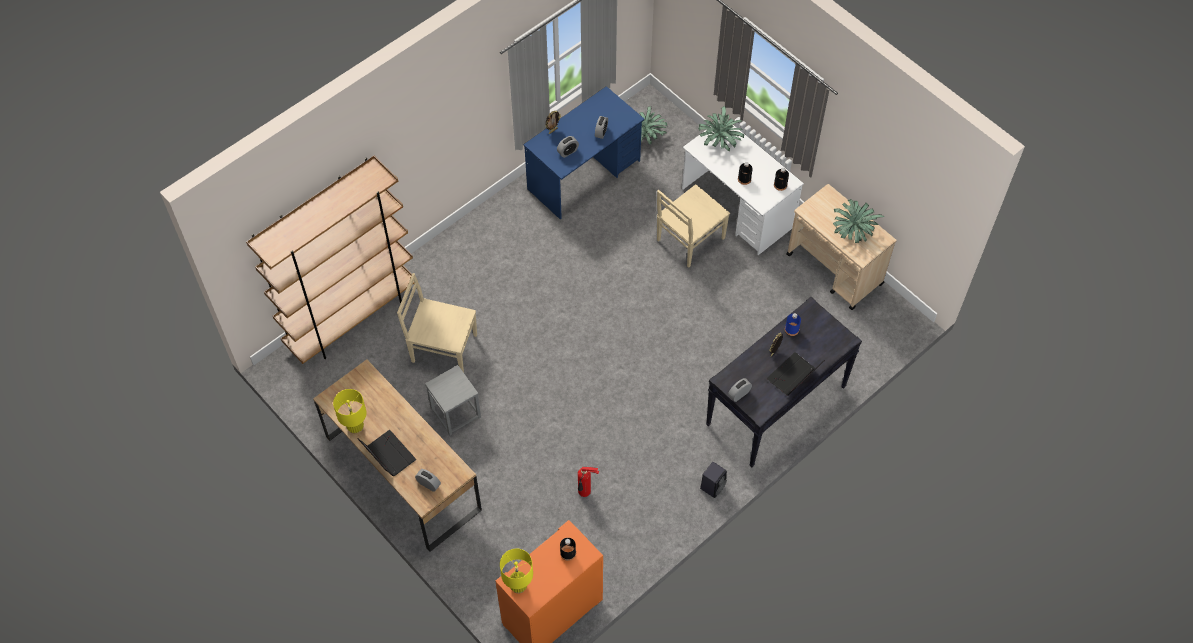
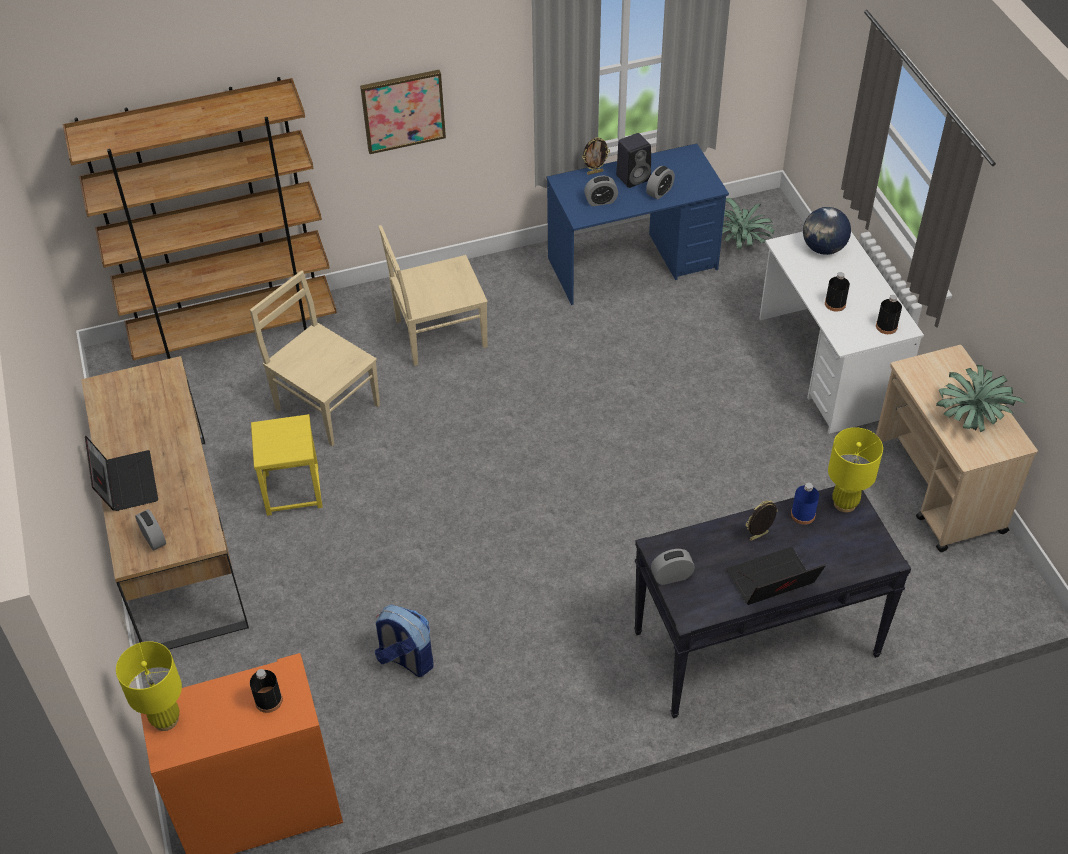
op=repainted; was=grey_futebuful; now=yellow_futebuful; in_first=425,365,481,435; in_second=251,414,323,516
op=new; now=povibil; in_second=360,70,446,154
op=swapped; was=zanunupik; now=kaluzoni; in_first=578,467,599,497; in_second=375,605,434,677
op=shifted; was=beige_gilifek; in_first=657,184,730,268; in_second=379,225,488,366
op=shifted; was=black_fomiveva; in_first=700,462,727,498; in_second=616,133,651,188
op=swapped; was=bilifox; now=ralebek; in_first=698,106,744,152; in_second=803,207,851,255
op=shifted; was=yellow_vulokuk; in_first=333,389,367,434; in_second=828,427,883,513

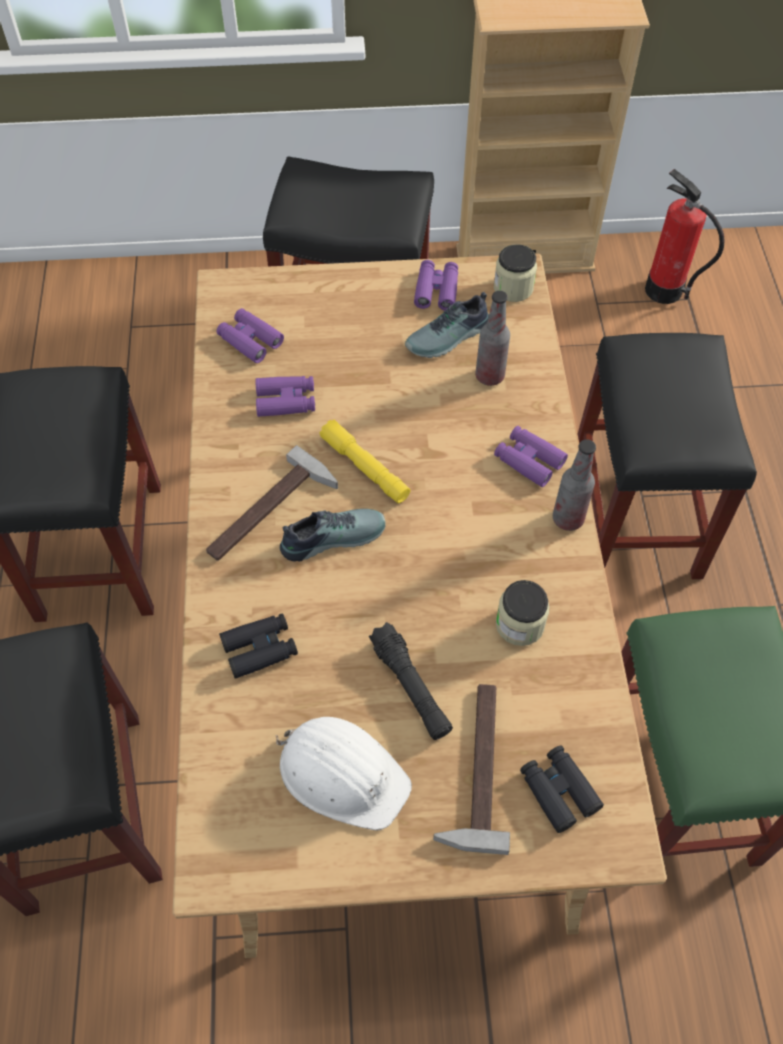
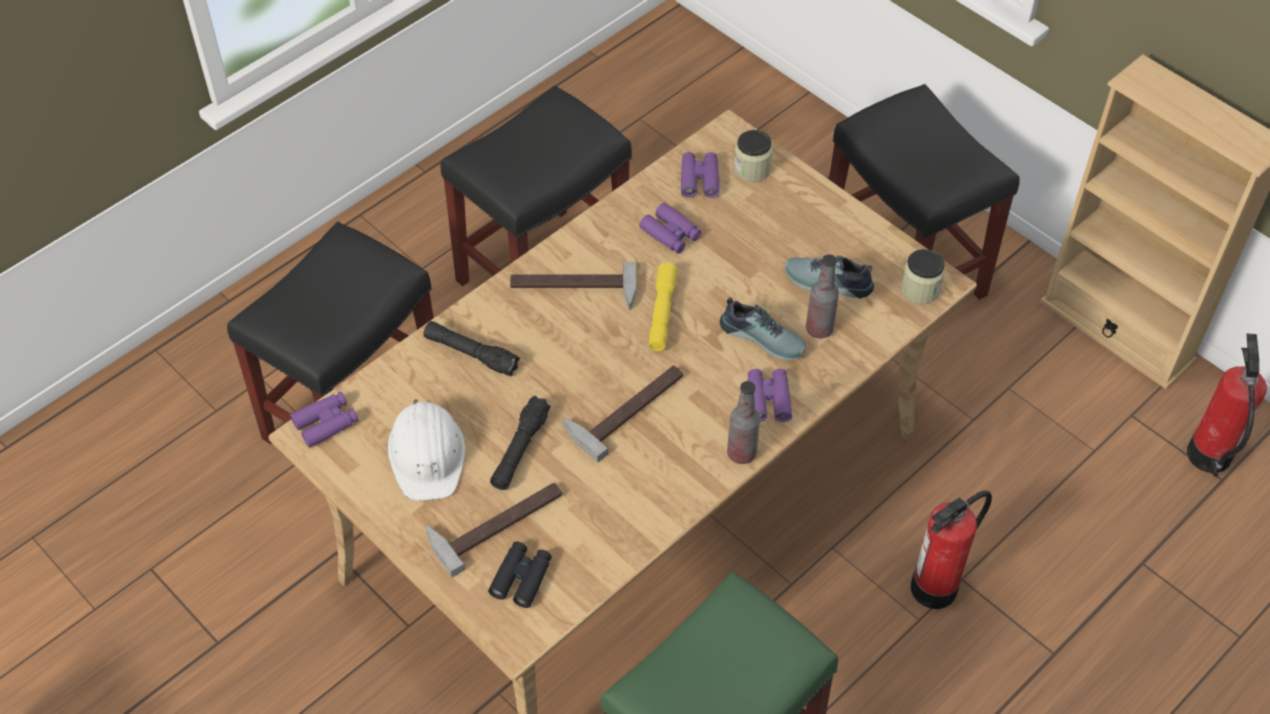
op=shifted; was=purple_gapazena; in_first=414,260,458,311; in_second=290,392,359,448
op=swapped; was=black_gapazena; now=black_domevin; in_first=219,613,298,679; in_second=423,321,520,376
op=new; now=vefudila; in_second=563,366,683,462
op=shifted; was=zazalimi; in_first=280,509,386,562; in_second=720,297,806,361
op=shifted; was=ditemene; in_first=496,580,550,646; in_second=734,130,773,182
op=swapped; was=black_futebuful; now=zanunupik; in_first=577,333,757,579; in_second=911,491,992,609

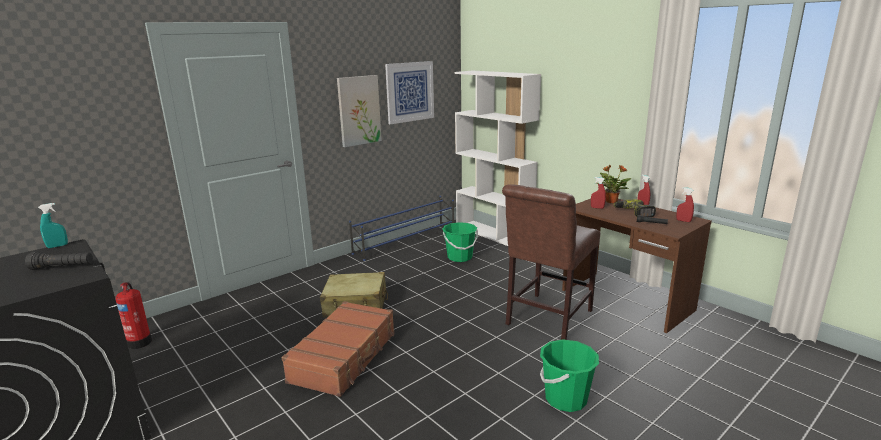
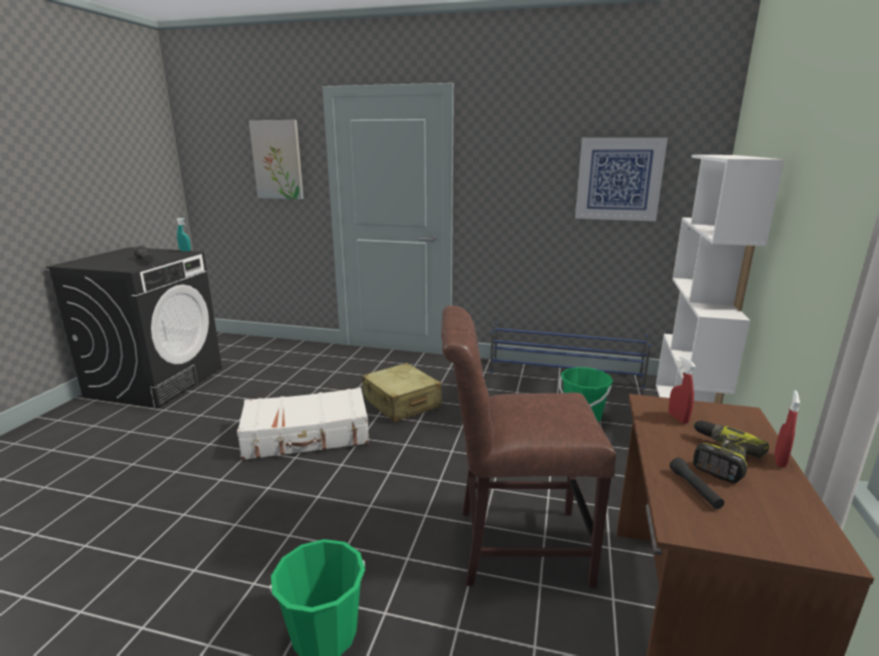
op=repainted; was=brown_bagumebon; now=white_bagumebon; in_first=282,301,395,397; in_second=237,387,369,460
op=shifted; was=povibil; in_first=337,75,382,147; in_second=249,120,304,199
op=gone; was=zanunupik; in_first=115,282,152,349
op=gone; was=bilifox; in_first=596,165,631,203
op=gone; was=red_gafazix; in_first=676,187,694,222

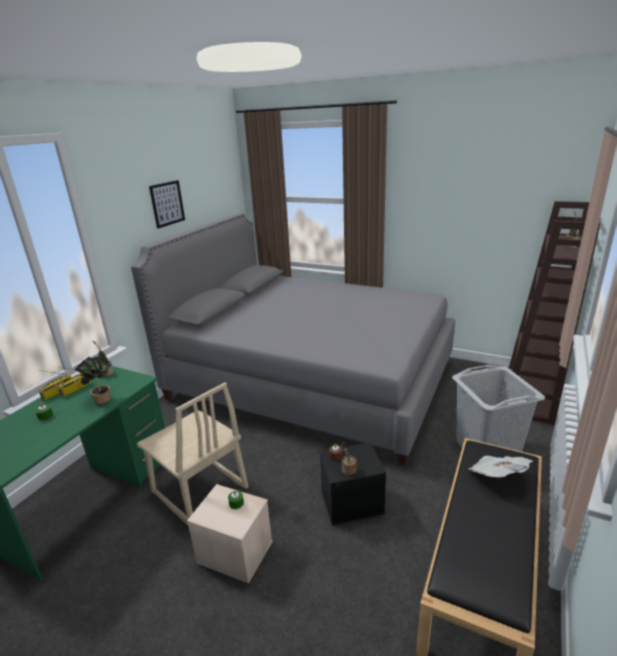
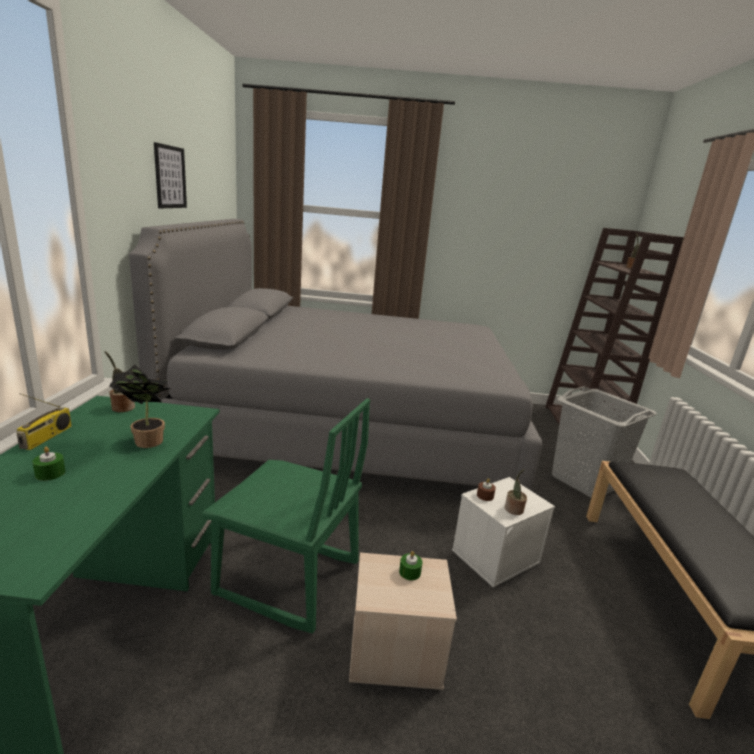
op=repainted; was=beige_gilifek; now=green_gilifek; in_first=137,382,249,525; in_second=202,398,370,634
op=repainted; was=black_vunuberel; now=white_vunuberel; in_first=319,442,386,525; in_second=452,477,555,588
op=gone; was=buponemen; in_first=58,367,92,396
op=gone; was=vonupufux; in_first=469,455,533,477

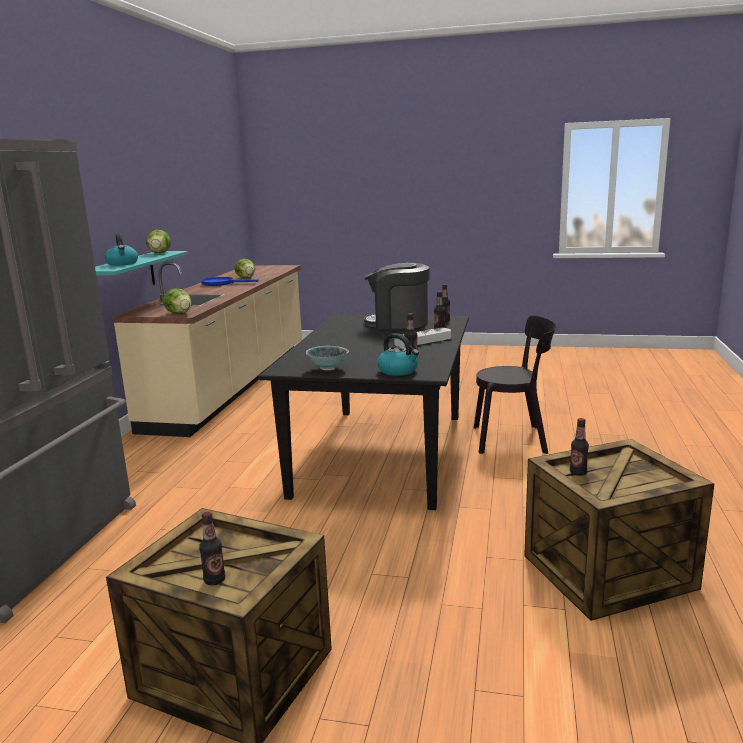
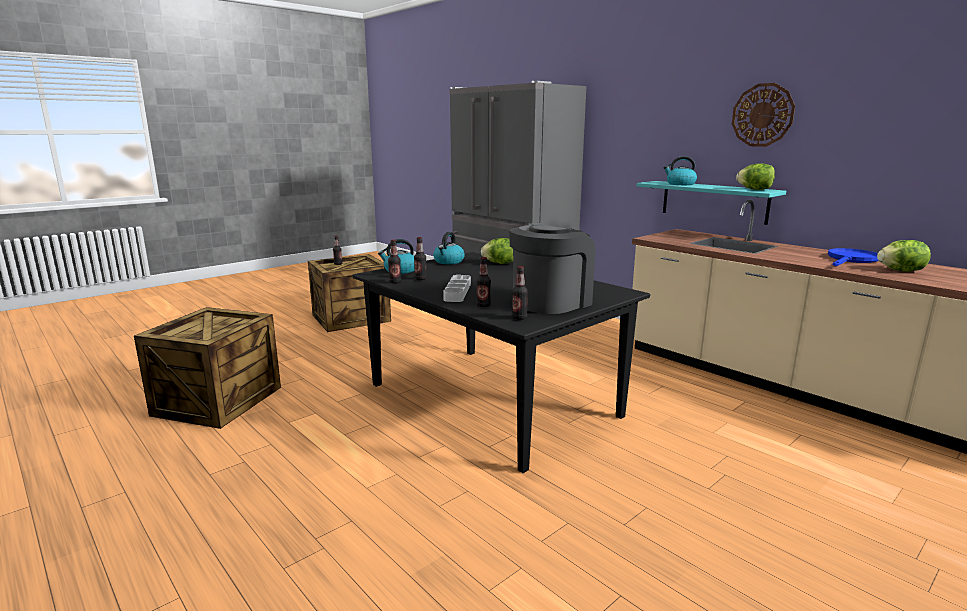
op=shifted; was=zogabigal; in_first=570,418,589,476; in_second=388,240,401,284
op=swapped; was=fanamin; now=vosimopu; in_first=306,346,349,371; in_second=433,232,465,264
op=shifted; was=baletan; in_first=163,289,192,314; in_second=481,238,513,264
op=new; now=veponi; in_second=732,83,795,147
op=gone; was=black_gilifek; in_first=474,315,557,454

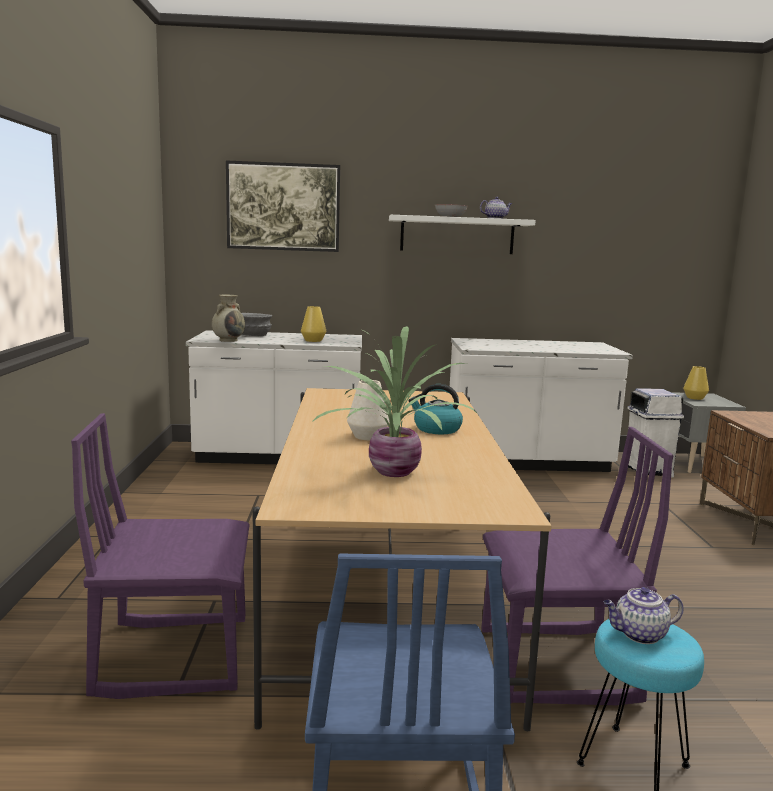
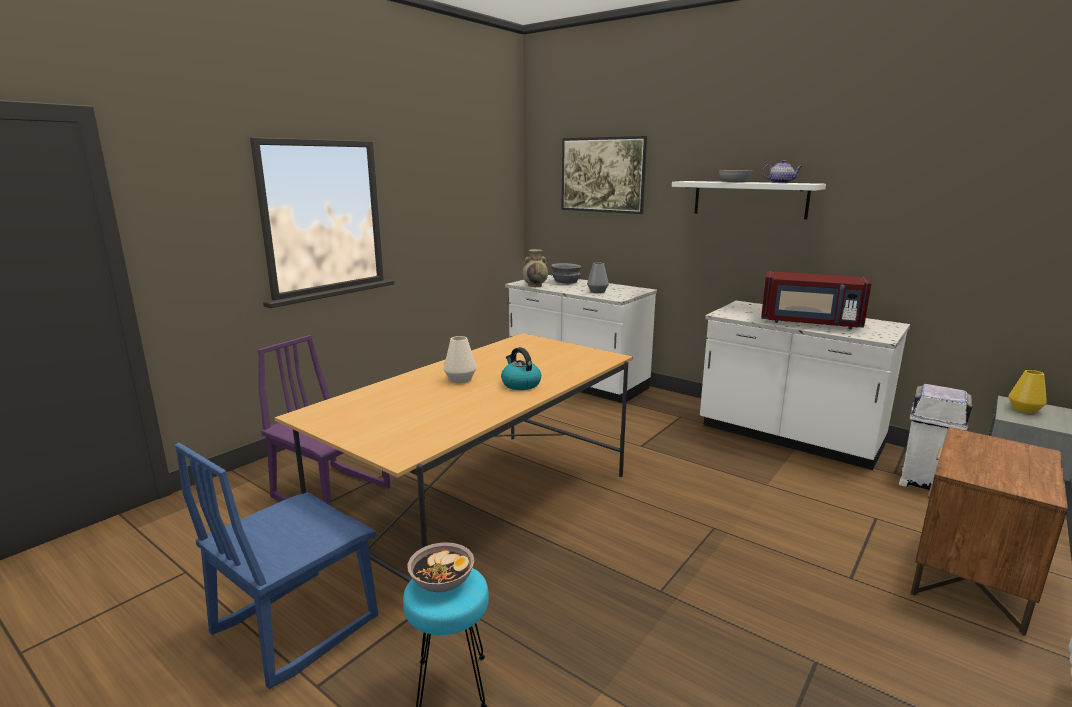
op=swapped; was=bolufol; now=fanamin; in_first=604,587,684,644; in_second=407,542,475,592
op=repainted; was=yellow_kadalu; now=grey_kadalu; in_first=301,306,327,342; in_second=587,263,609,293
op=new; now=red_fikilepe; in_second=761,271,871,329
op=gone; was=bilifox; in_first=312,326,478,477
op=gone; was=purple_gilifek; in_first=481,427,674,705

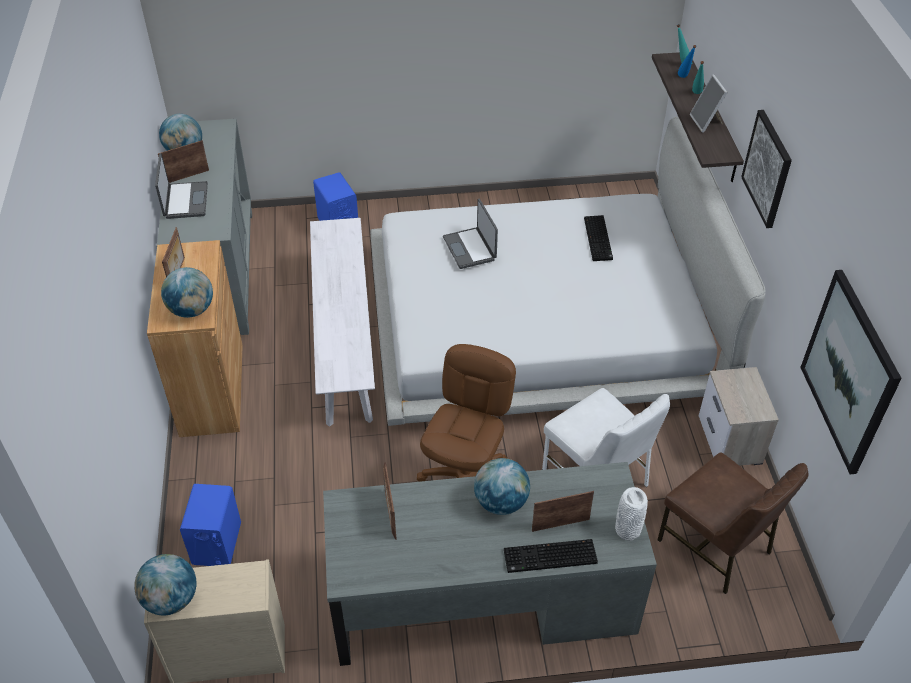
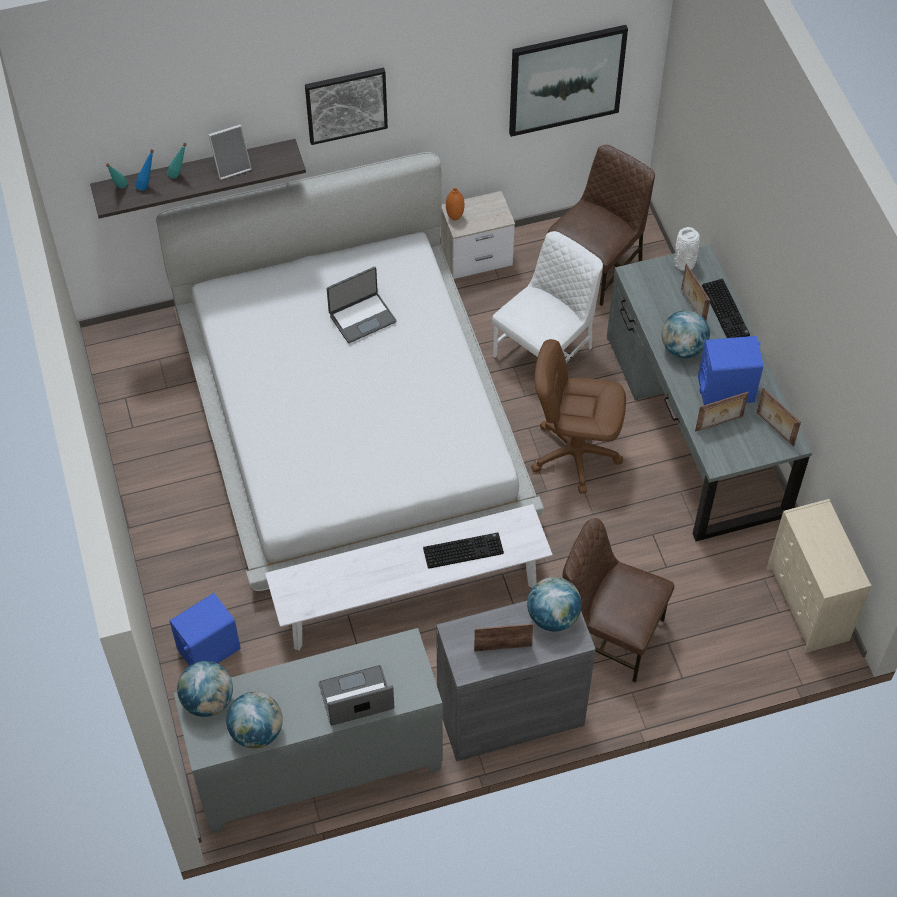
op=shifted; was=ralebek; in_first=134,554,196,616; in_second=177,661,233,717
op=shifted; was=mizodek; in_first=443,199,498,269; in_second=327,267,397,343
op=shifted; was=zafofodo; in_first=584,215,613,261; in_second=423,533,504,569
op=repainted; was=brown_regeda; now=grey_regeda; in_first=147,240,243,437; in_second=436,600,596,761
op=new; now=orange_kadalu; in_second=446,188,464,221
op=new; now=brown_gilifek; in_second=562,518,674,682
op=shifted; was=blue_fomiveva; in_first=180,484,241,566; in_second=698,336,763,405
op=shifted; was=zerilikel; in_first=158,140,209,183; in_second=757,388,801,446

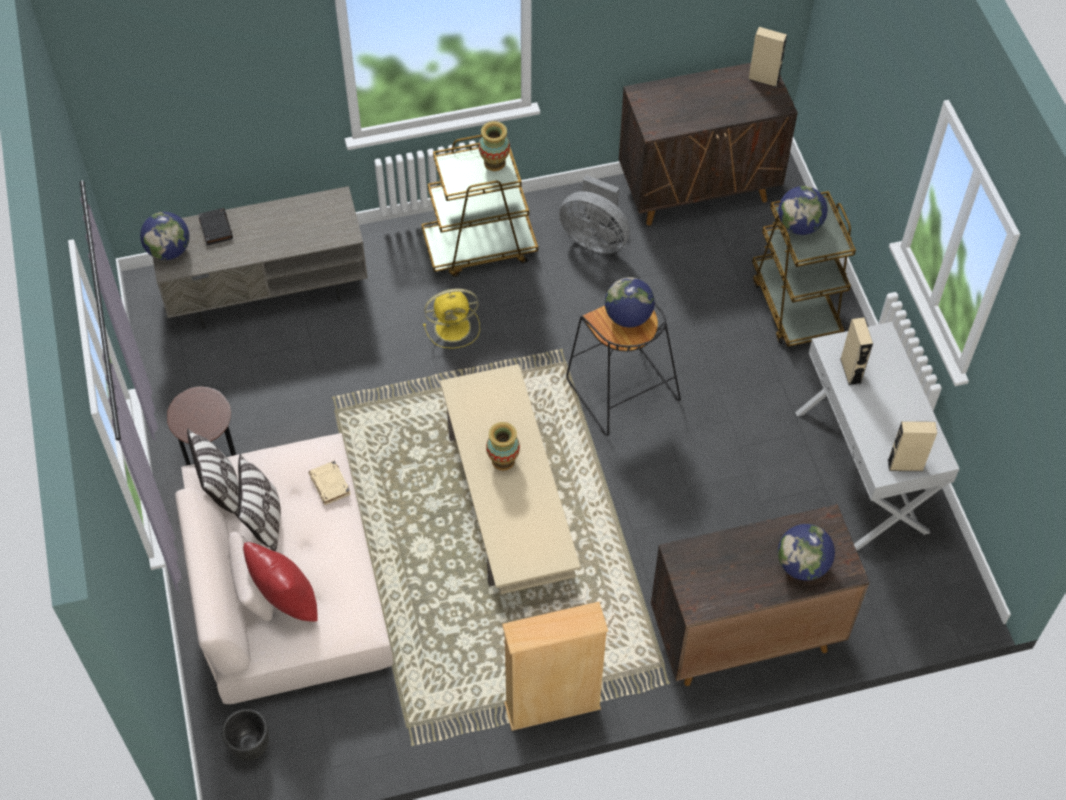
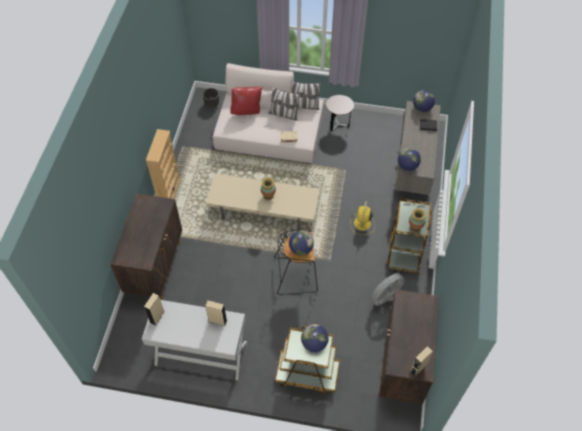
op=shifted; was=ralebek; in_first=778,524,835,580; in_second=398,148,421,171

